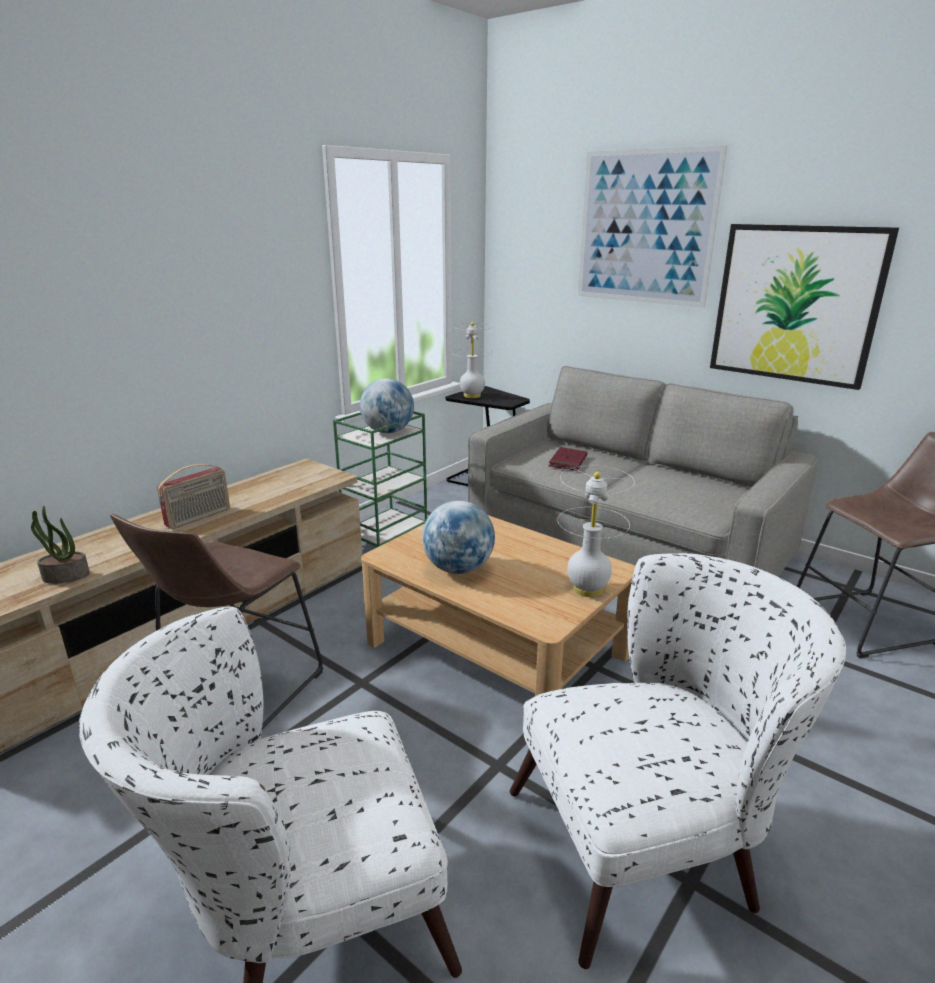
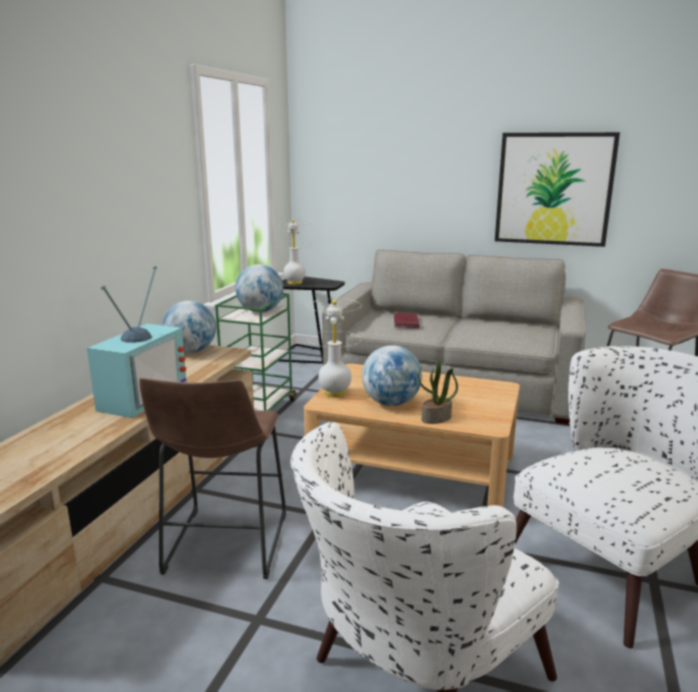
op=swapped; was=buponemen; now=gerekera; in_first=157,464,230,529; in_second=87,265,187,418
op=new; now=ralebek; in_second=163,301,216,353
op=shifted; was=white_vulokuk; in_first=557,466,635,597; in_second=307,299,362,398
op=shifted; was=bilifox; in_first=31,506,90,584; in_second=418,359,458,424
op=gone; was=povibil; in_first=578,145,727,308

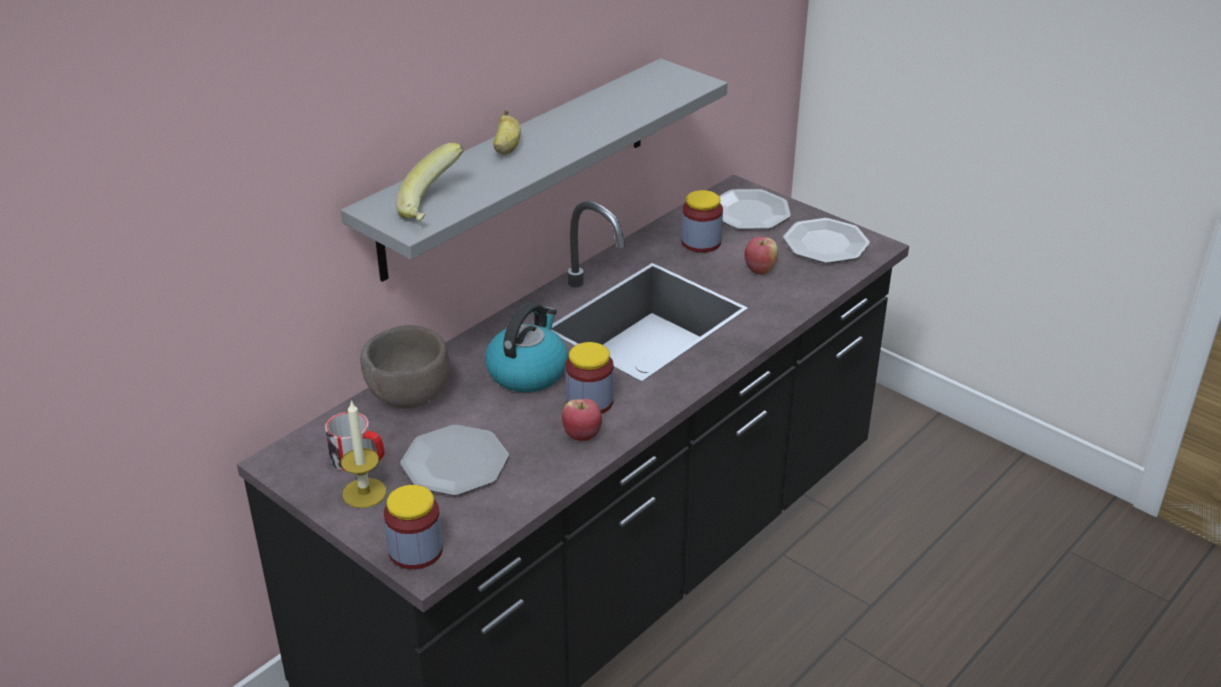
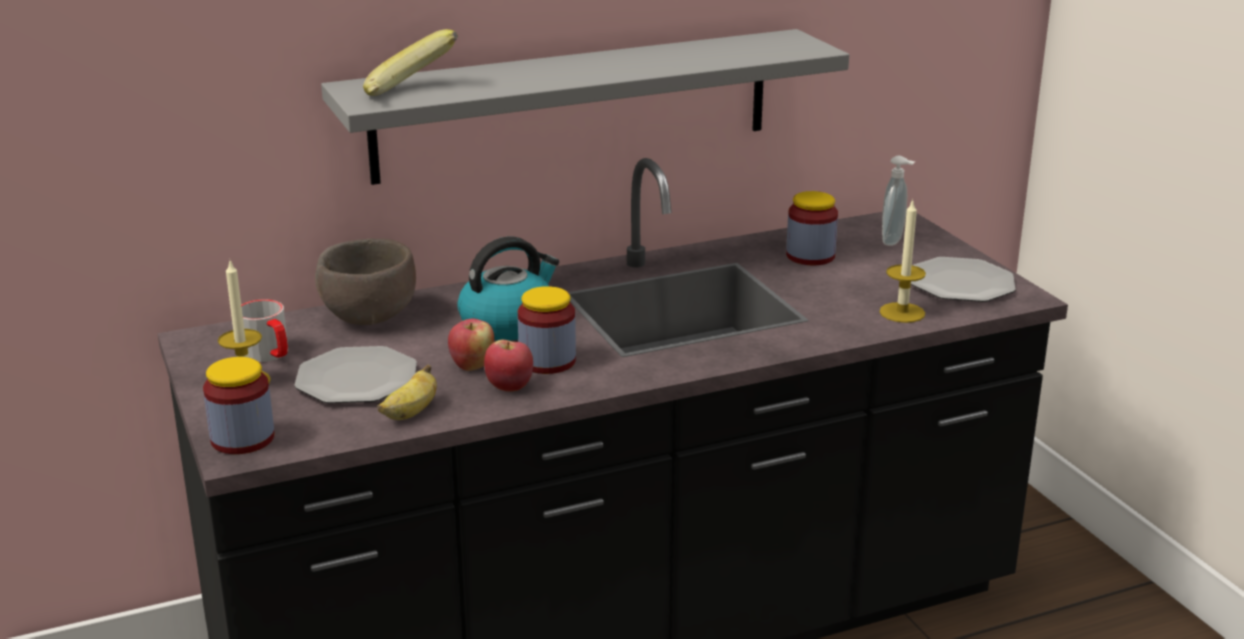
op=shifted; was=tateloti; in_first=493,110,521,155; in_second=377,365,437,420
op=shifted; was=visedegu; in_first=744,237,778,275; in_second=448,318,494,371
op=new; now=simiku; in_second=880,198,926,323
op=swapped; was=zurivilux; now=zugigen; in_first=719,189,791,230; in_second=882,156,915,246

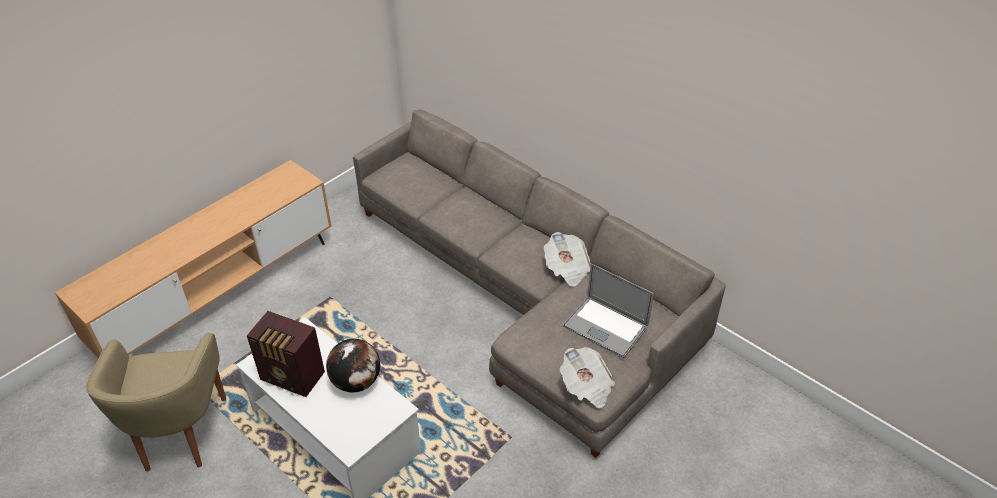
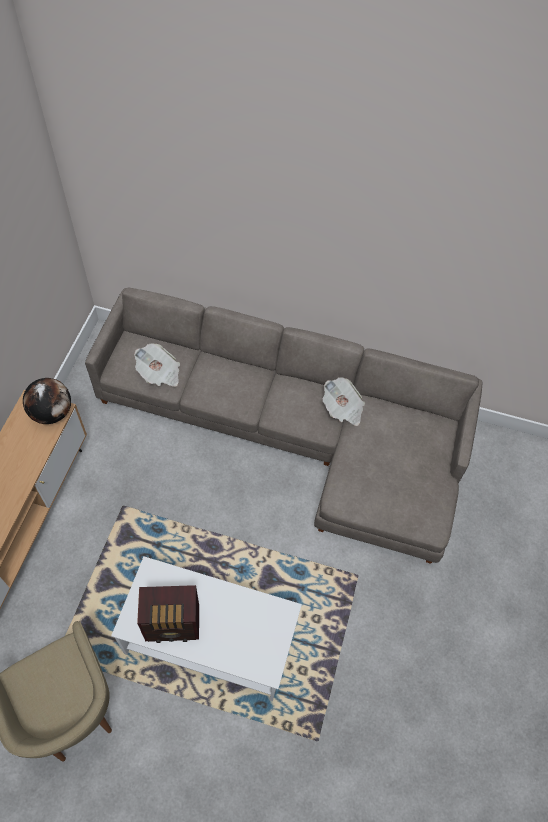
op=shifted; was=ralebek; in_first=326,339,380,392; in_second=23,378,71,424
op=shifted; was=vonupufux; in_first=560,347,615,409; in_second=134,344,180,387
op=gone; was=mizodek; in_first=563,264,654,358

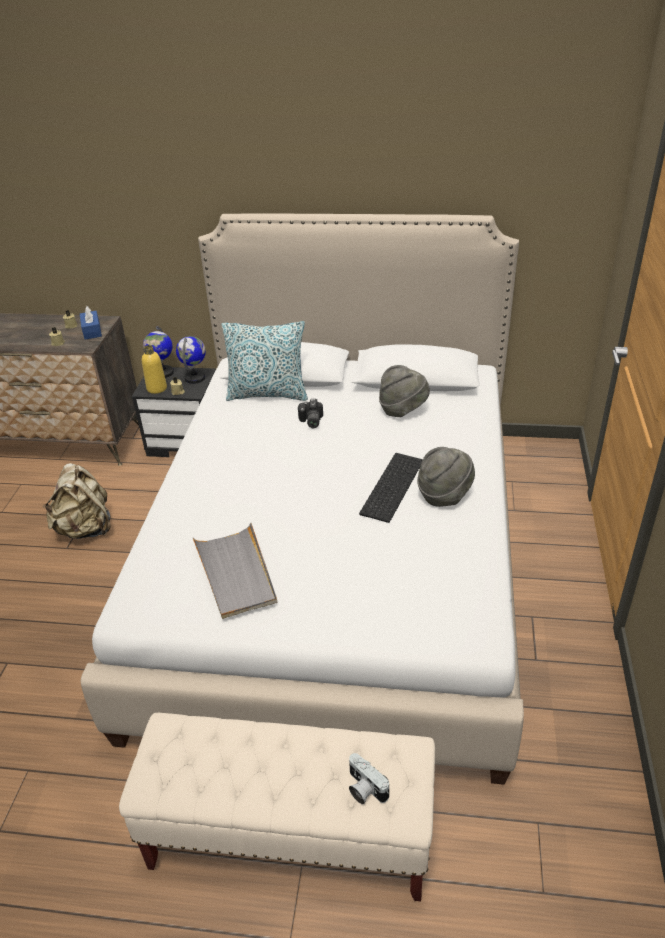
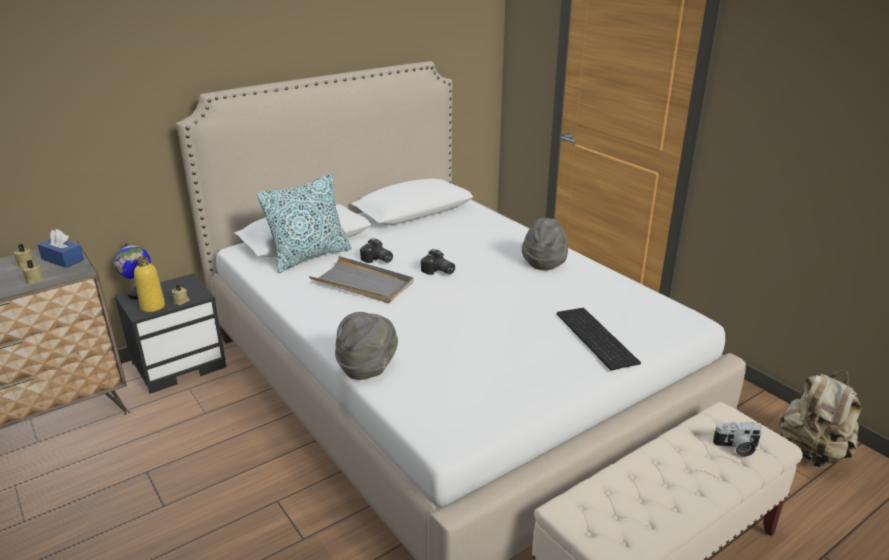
op=shifted; was=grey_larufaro; in_first=193,523,277,619; in_second=309,256,414,303
op=shifted; was=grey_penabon; in_first=379,365,430,417; in_second=335,312,398,380
op=new; now=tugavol; in_second=421,249,455,275
op=shifted; was=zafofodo; in_first=359,453,423,523; in_second=557,308,641,371
op=shifted; was=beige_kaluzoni; in_first=43,463,111,539; in_second=779,371,862,467
op=gone; was=ralebek; in_first=176,336,206,384

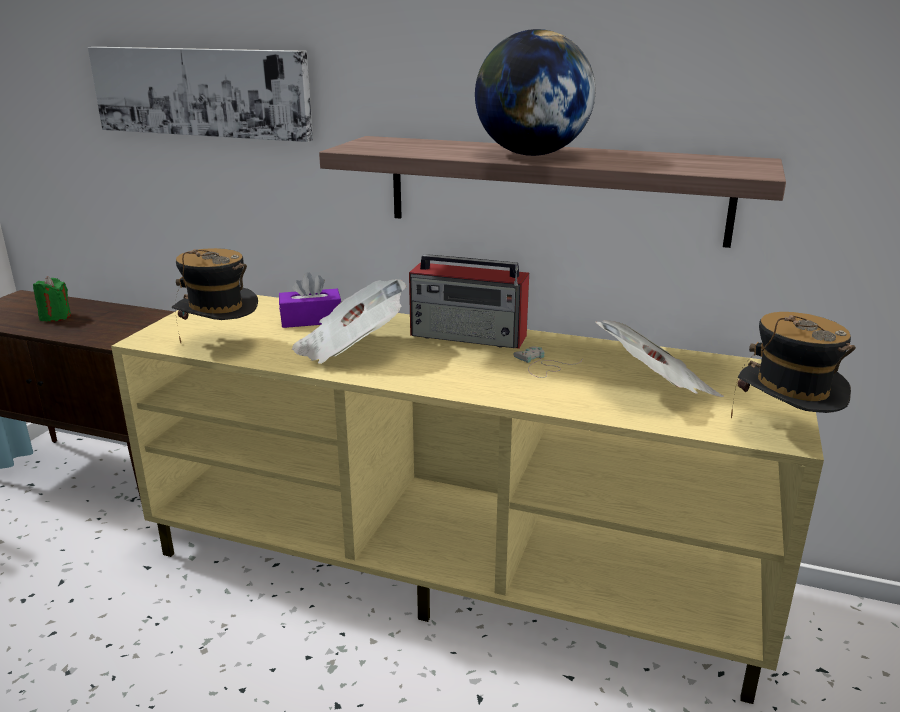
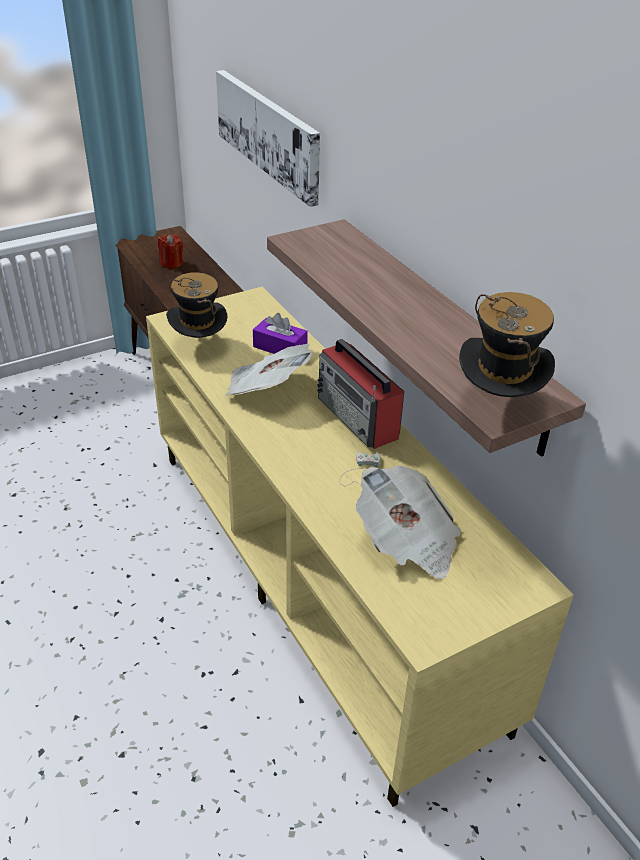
op=repainted; was=green_simiku; now=red_simiku; in_first=33,276,71,322; in_second=158,234,183,269
op=shifted; was=penabon; in_first=731,312,856,418; in_second=459,292,555,397
op=gone; was=ralebek; in_first=475,29,595,156

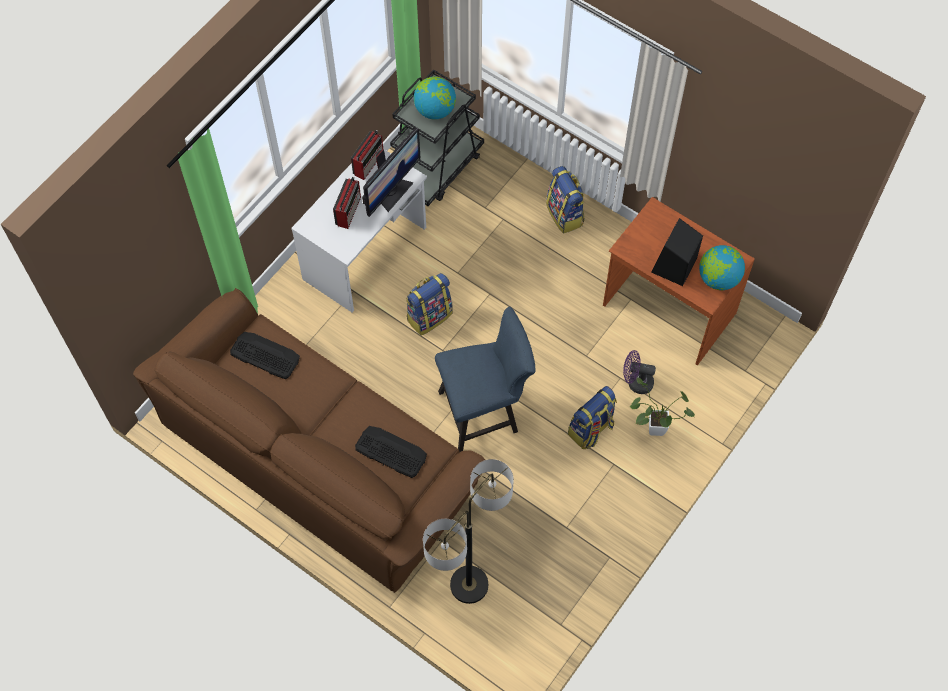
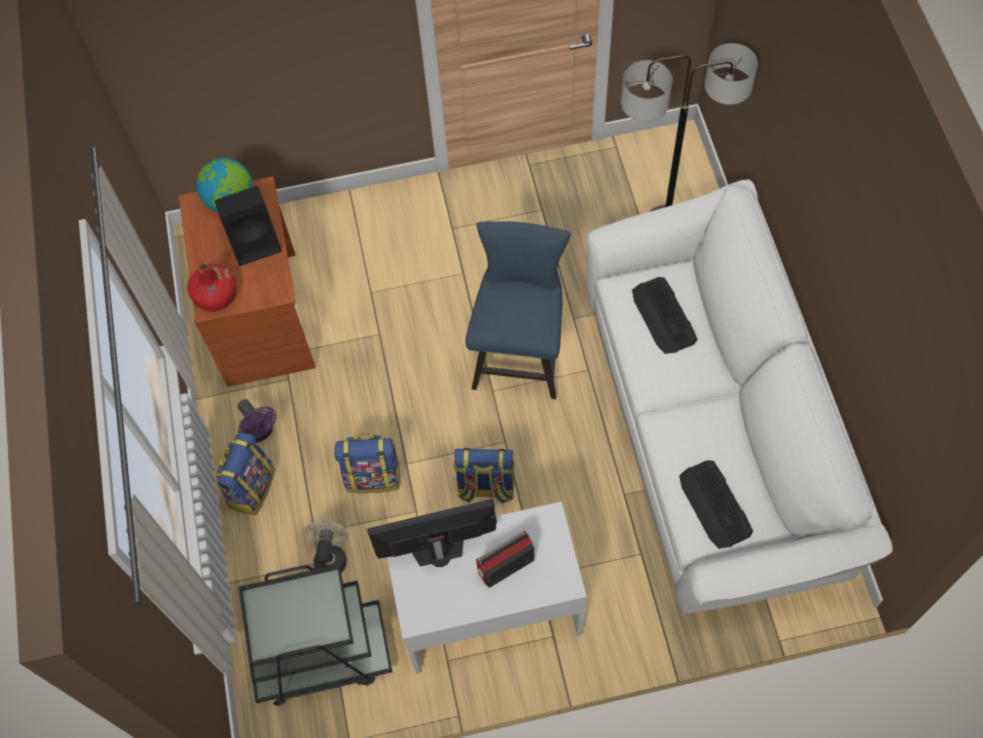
op=new; now=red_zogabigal; in_second=187,262,237,312
op=shifted; was=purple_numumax; in_first=623,350,656,394; in_second=237,399,276,443
op=new; now=beige_numumax; in_second=305,520,349,573
op=shifted; was=kaluzoni; in_first=568,386,617,449; in_second=334,433,401,493
op=rotated; was=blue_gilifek; in_first=435,307,536,452; in_second=465,221,571,399; clockwise=75
op=repainted; was=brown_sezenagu; now=white_sezenagu; in_first=133,288,485,593; in_second=586,179,893,614
op=gone; was=buponemen; in_first=351,130,383,180
op=gone; was=ralebek; in_first=414,77,456,119
op=gone; was=bilifox; in_first=630,377,695,436

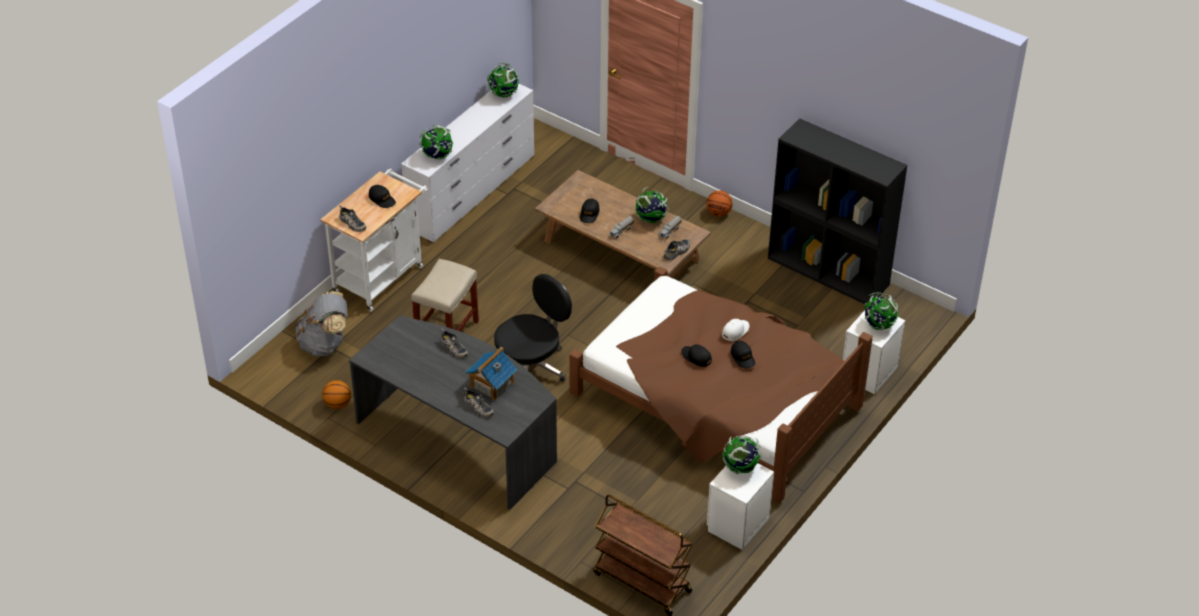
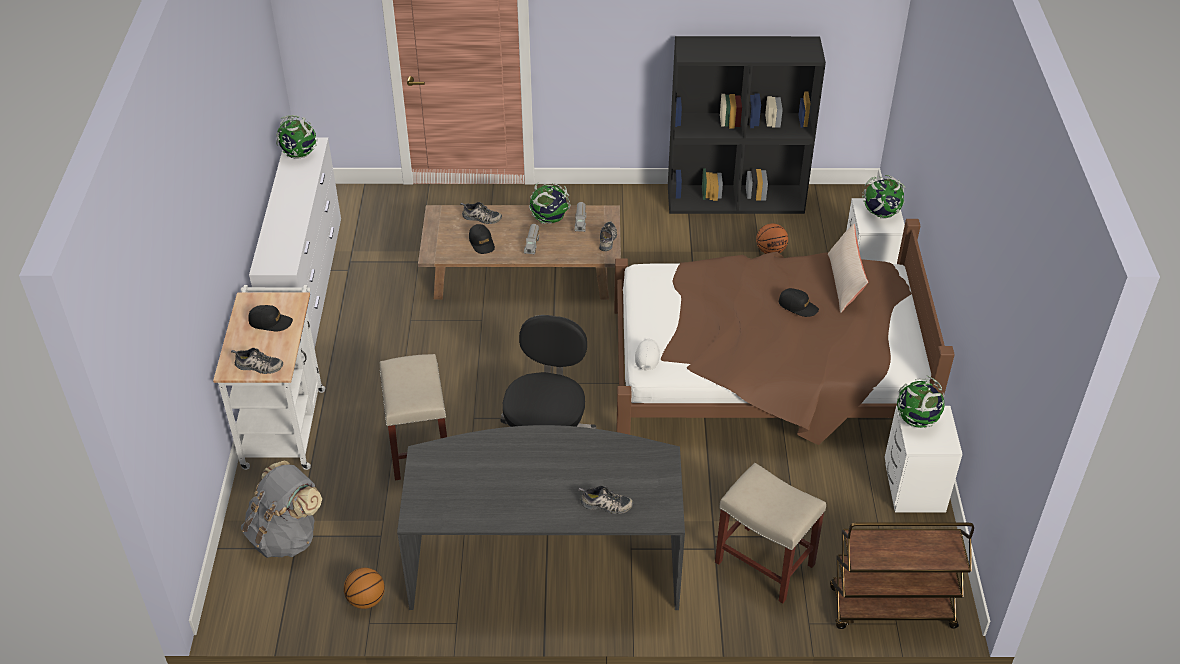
op=shifted; was=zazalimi; in_first=441,328,468,358; in_second=460,202,502,224
op=shifted; was=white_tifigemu; in_first=722,319,749,341; in_second=635,339,660,370
op=new; now=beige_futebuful; in_second=715,463,826,604
op=shifted; was=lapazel; in_first=706,190,733,217; in_second=756,223,788,254
op=new; now=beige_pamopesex; in_second=828,224,868,313
op=gone; was=ralebek; in_first=419,125,453,160
op=gone; was=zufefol; in_first=465,347,518,401
op=gone; was=black_tifigemu; in_first=681,344,712,367

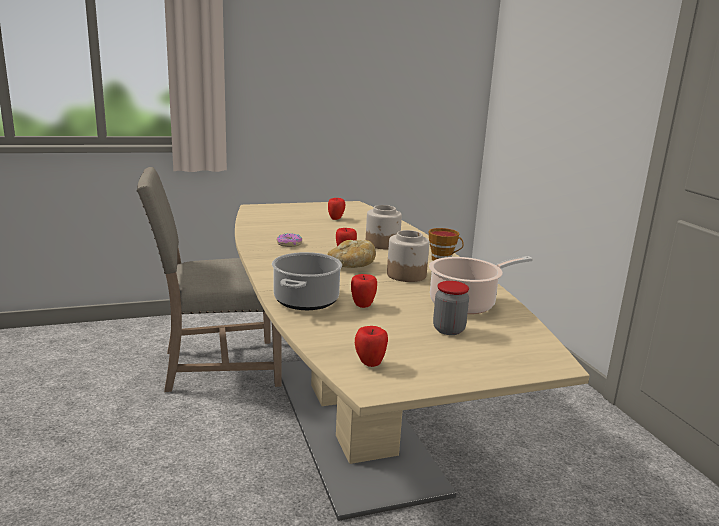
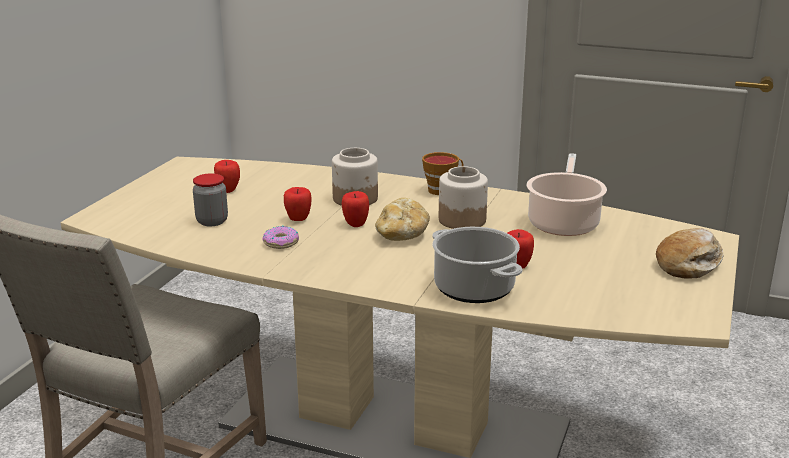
op=shifted; was=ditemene; in_first=433,281,469,335; in_second=193,173,228,226
op=shifted; was=visedegu; in_first=355,326,388,367; in_second=284,187,312,221
op=new; now=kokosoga; in_second=656,228,724,279

